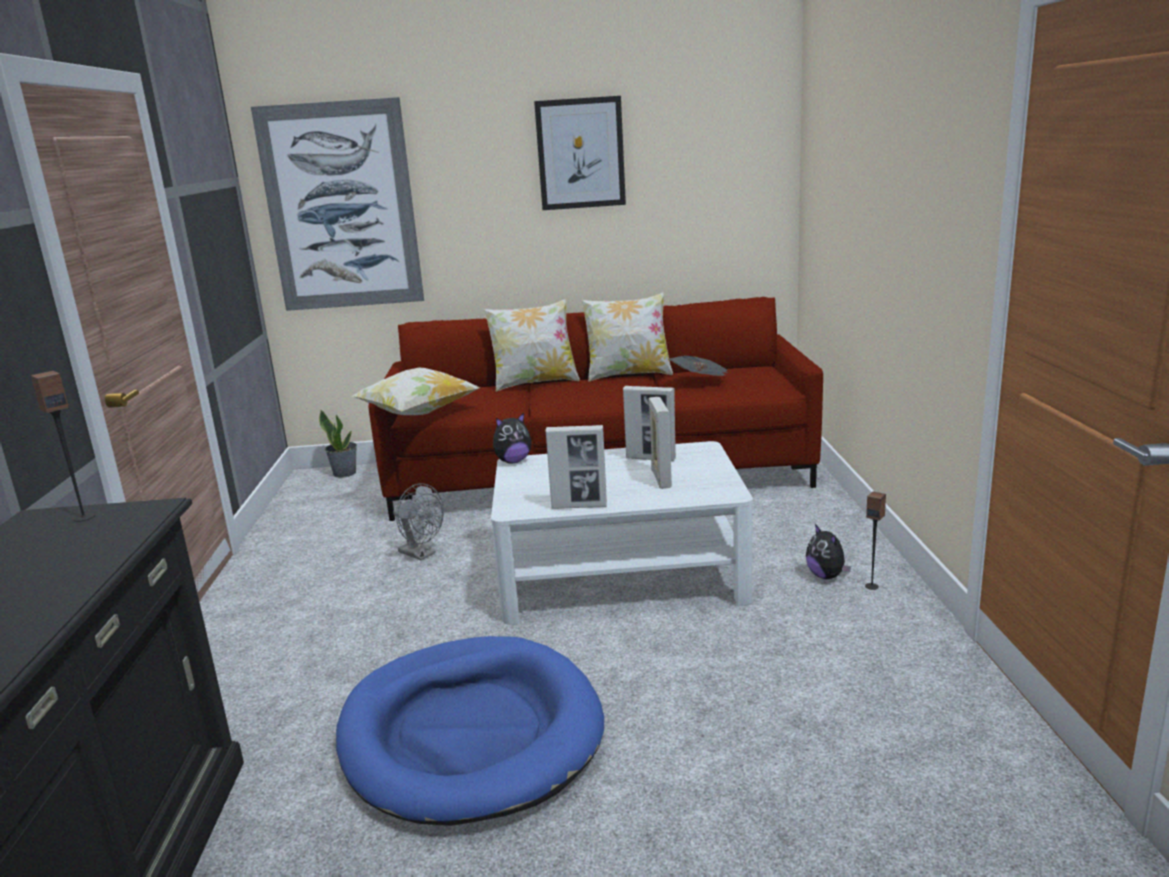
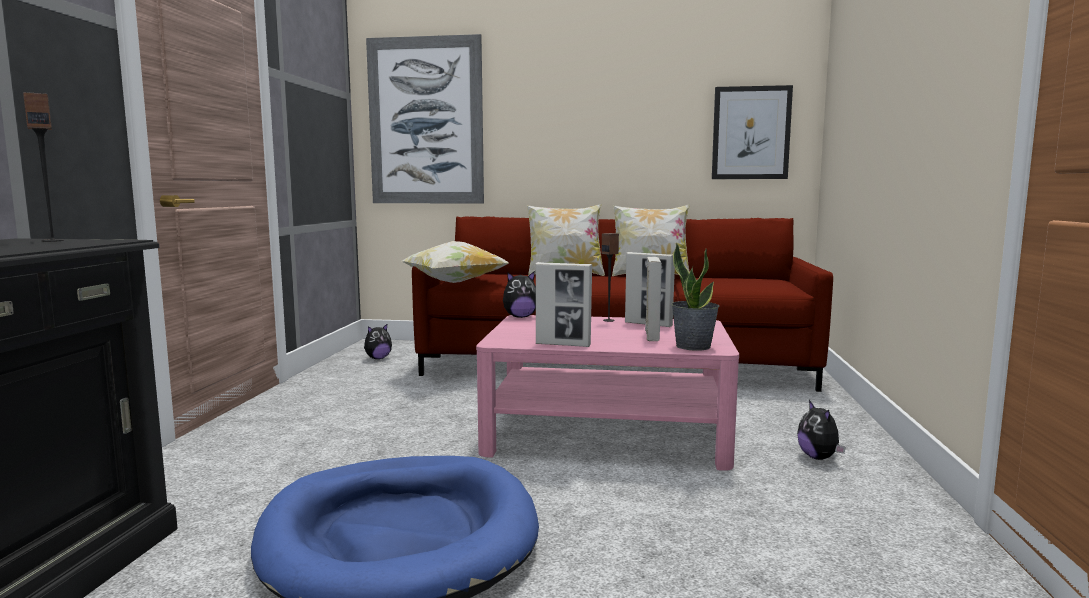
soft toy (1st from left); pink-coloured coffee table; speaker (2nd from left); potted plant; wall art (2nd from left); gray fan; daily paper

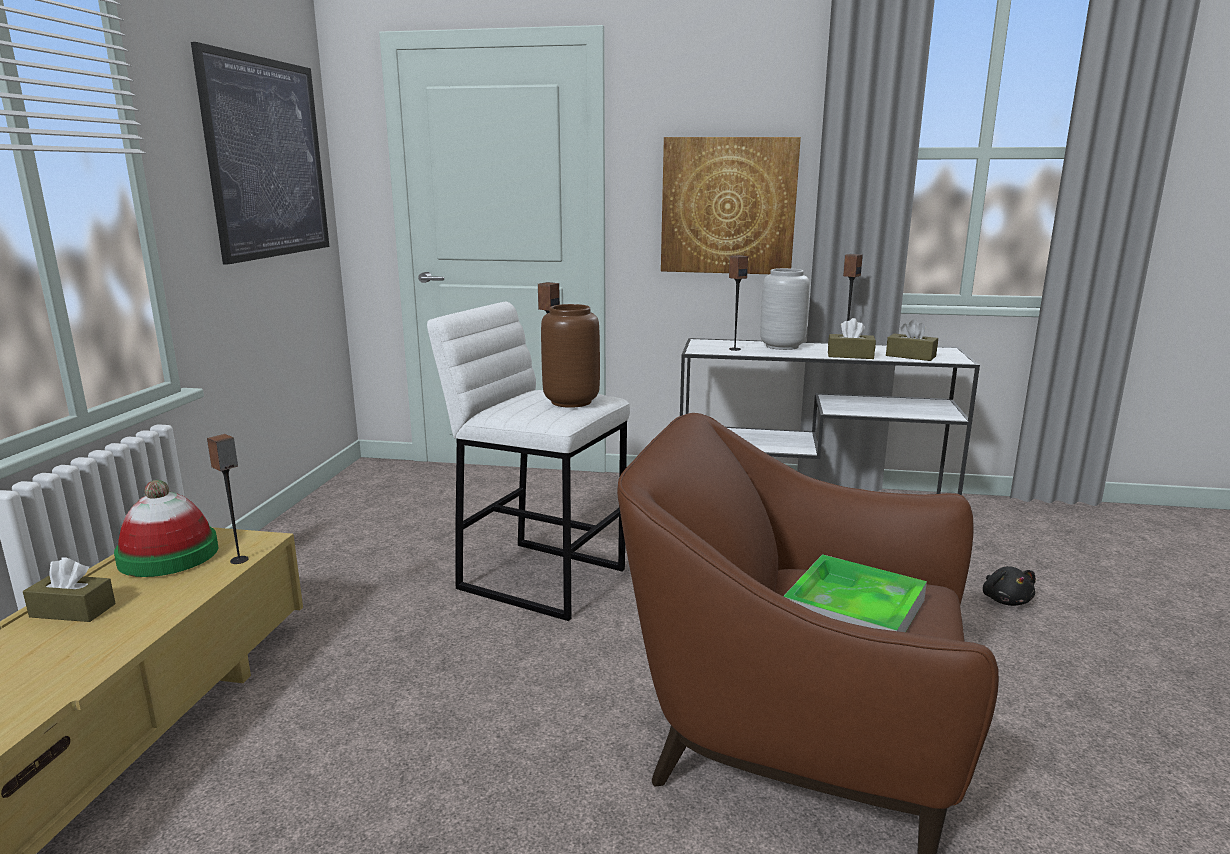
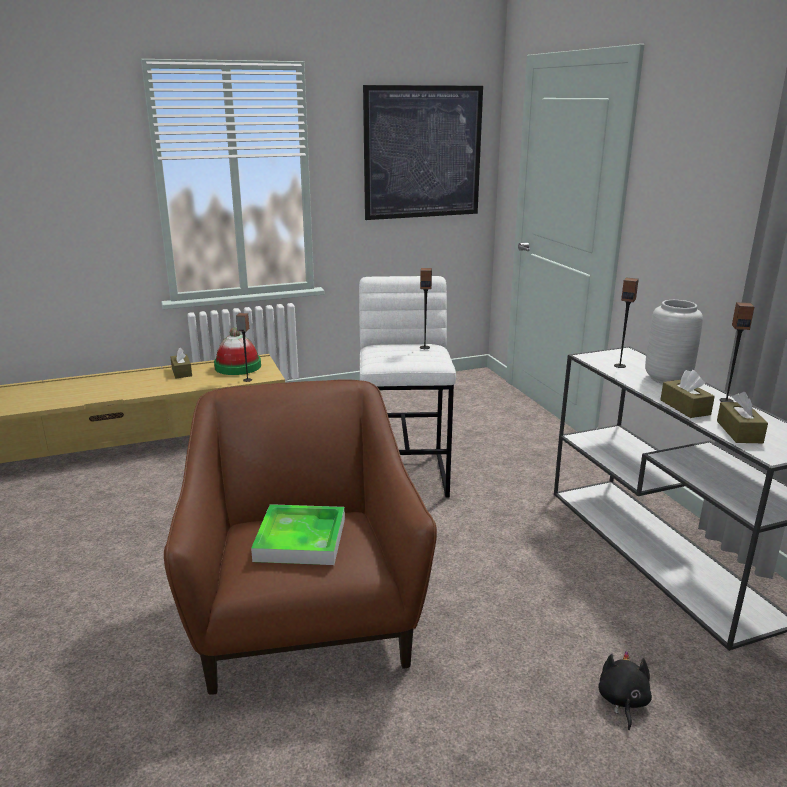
black-coloured soft toy; brown flower vase; wall art (2nd from left in the first image)

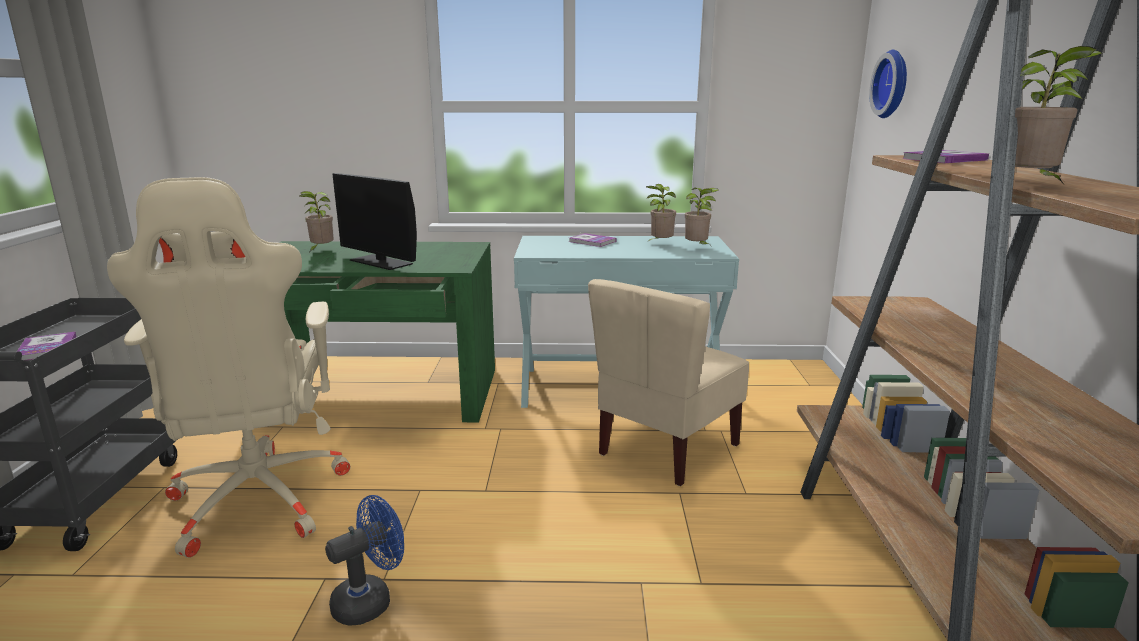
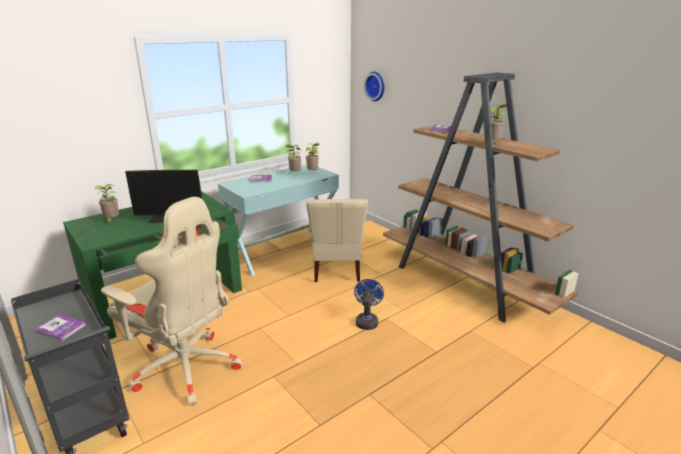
bluish fan

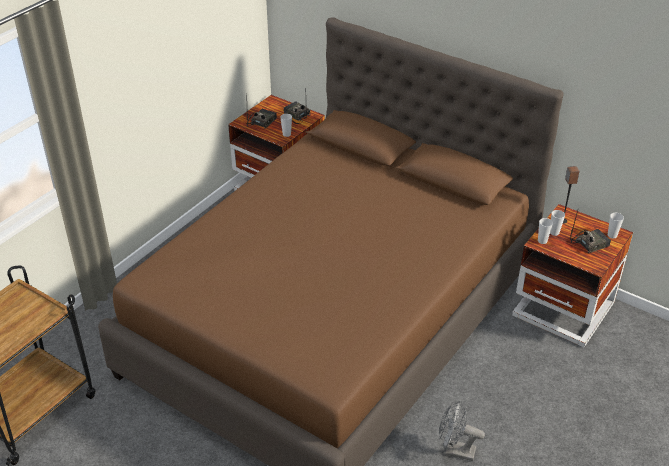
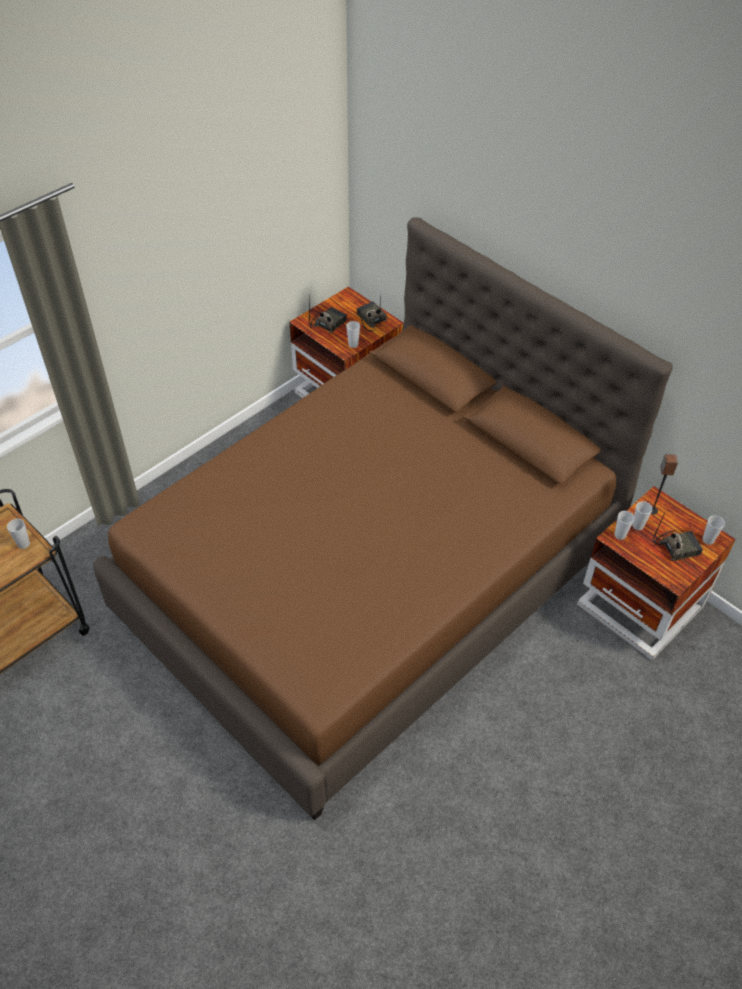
drinking cup (1st from left); gray fan

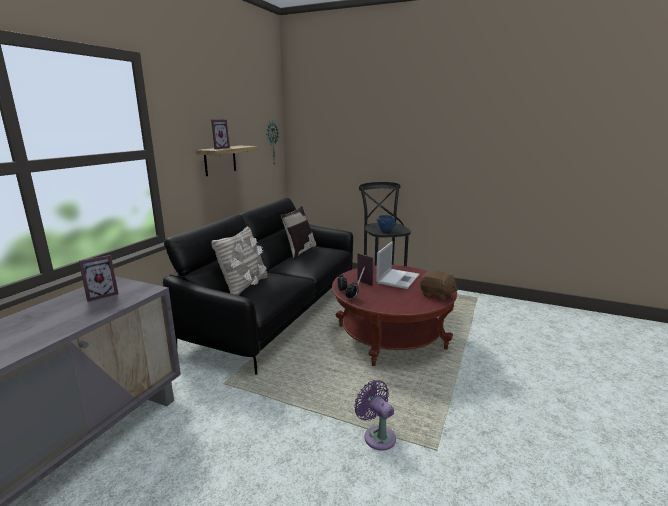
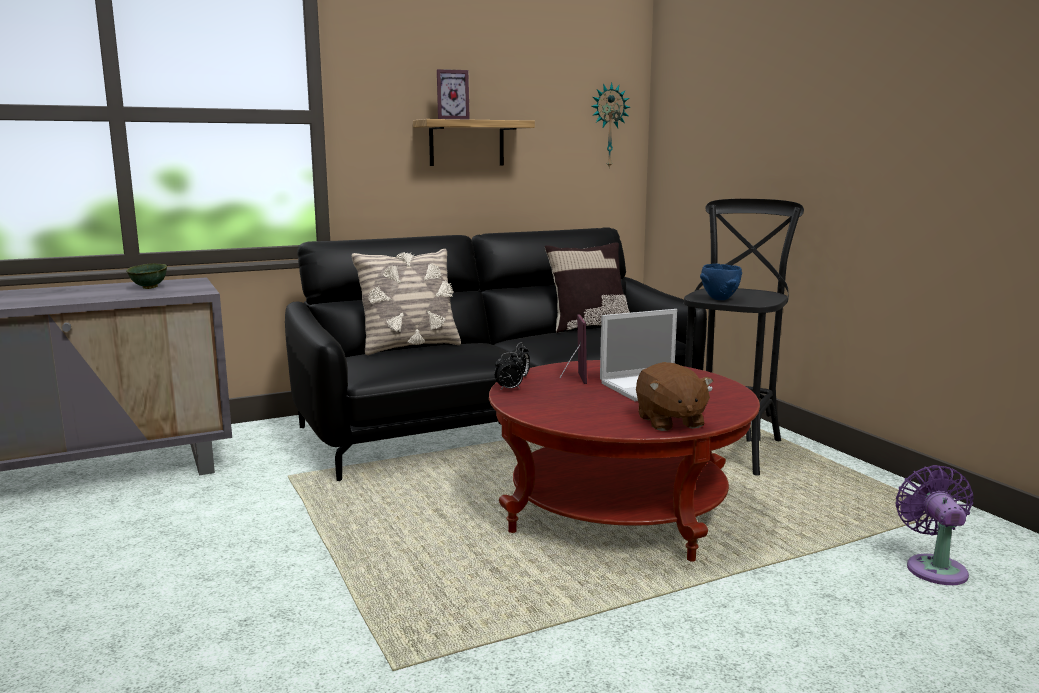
greenish deep dish; purple-coloured fan

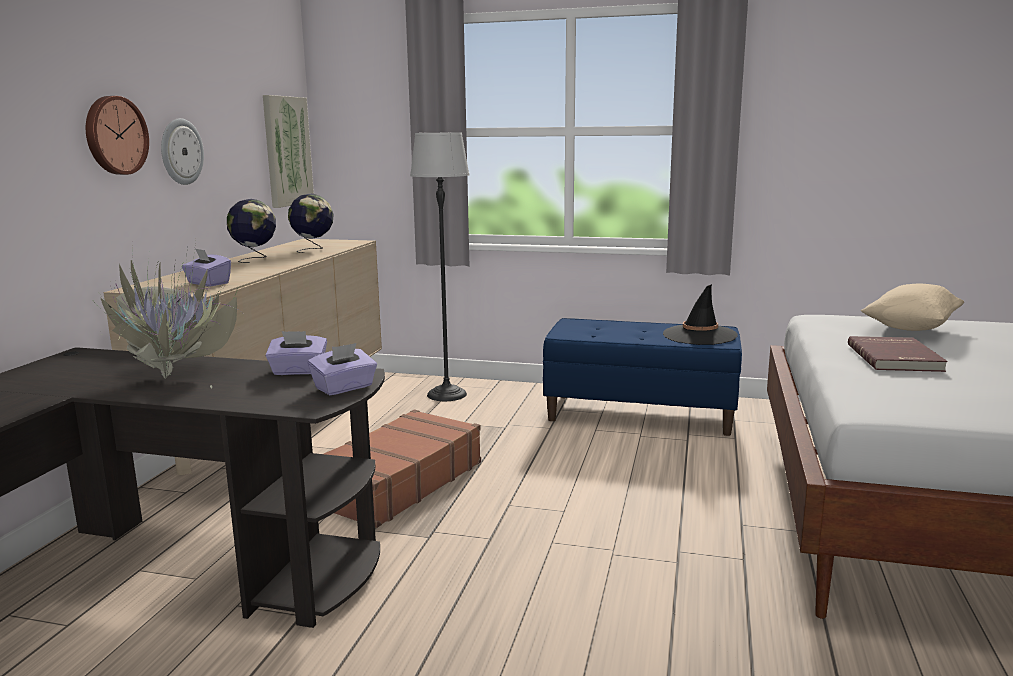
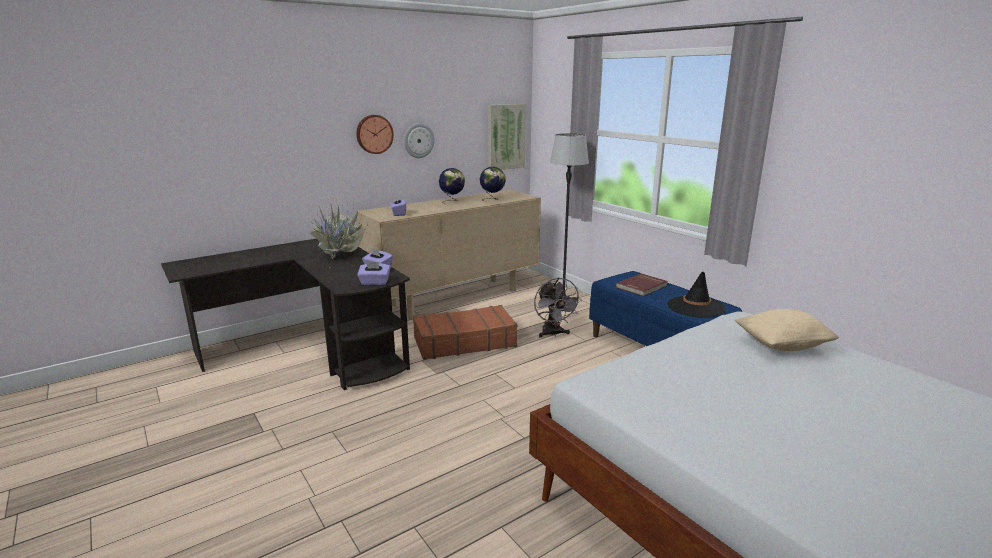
gray fan; red-coloured volume

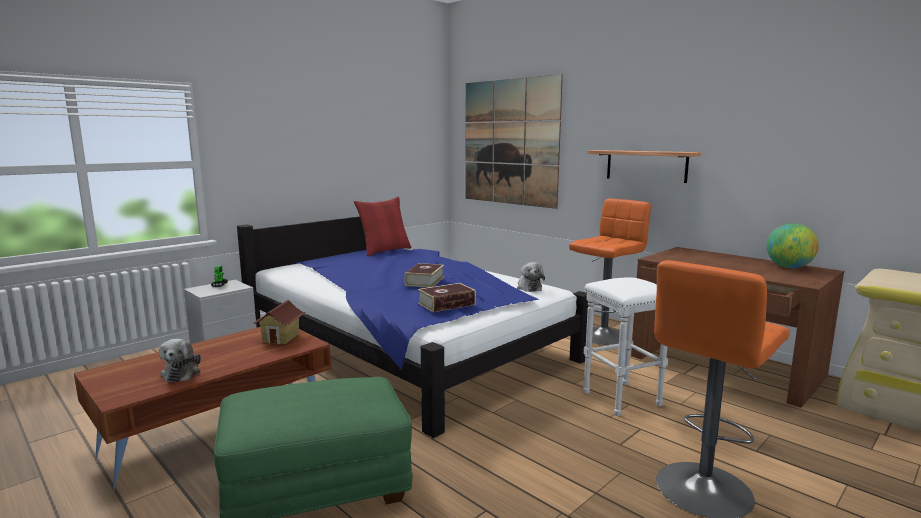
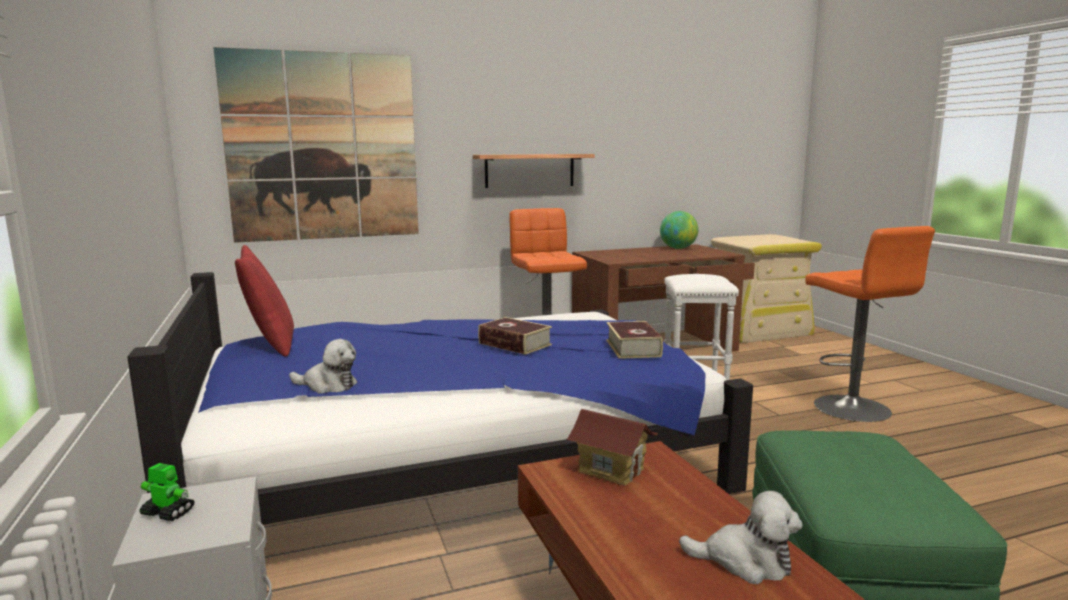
soft toy (1st from left)

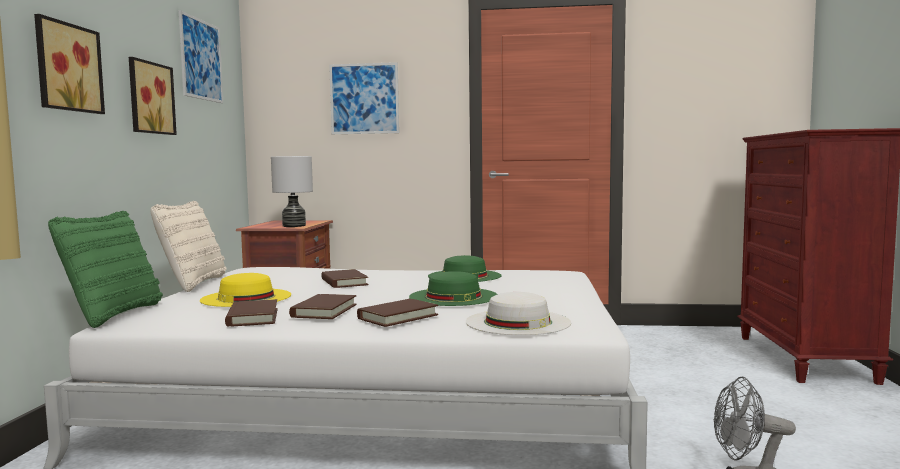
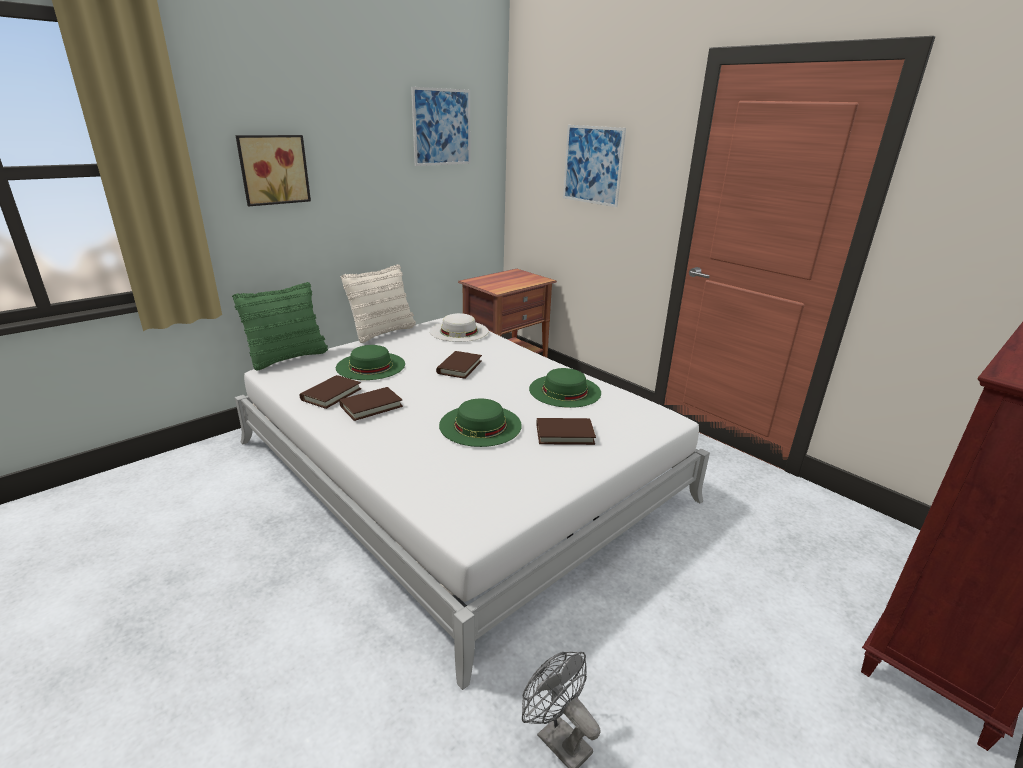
greenish wearable hat (1st from left); white wearable hat; brown volume (4th from left); wall art (2nd from left in the first image); gray lamp for a table

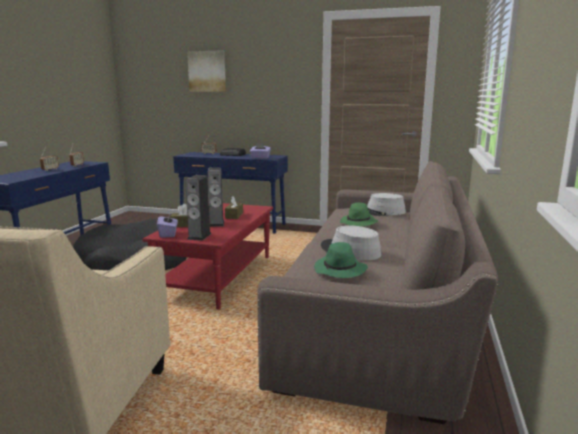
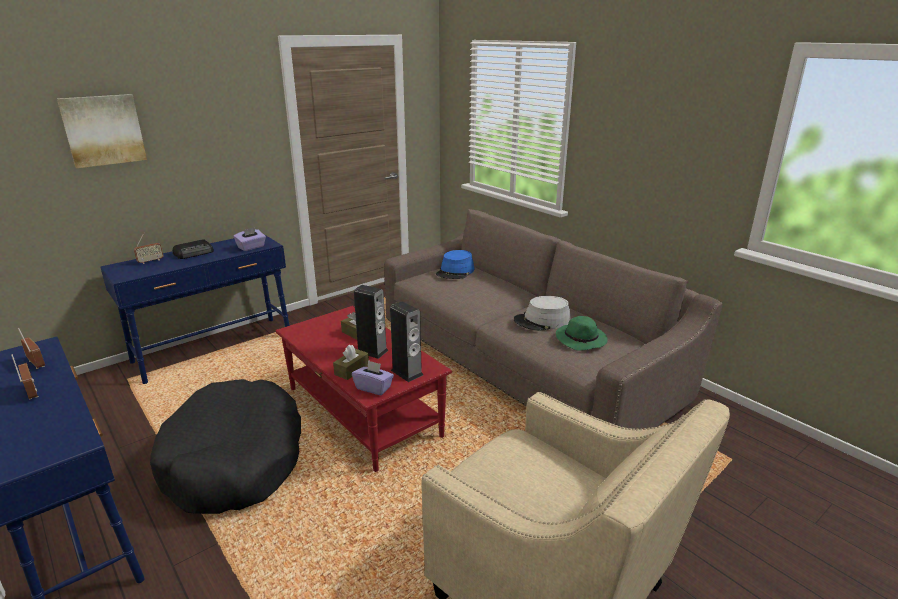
bluish wearable hat; greenish wearable hat (2nd from left in the first image)

